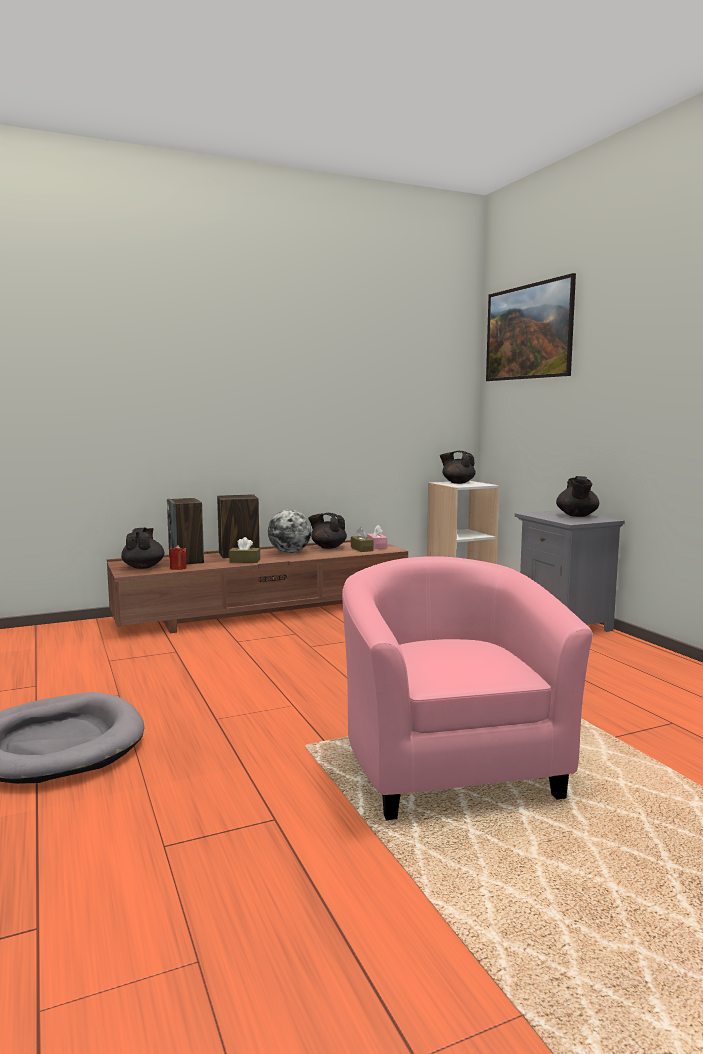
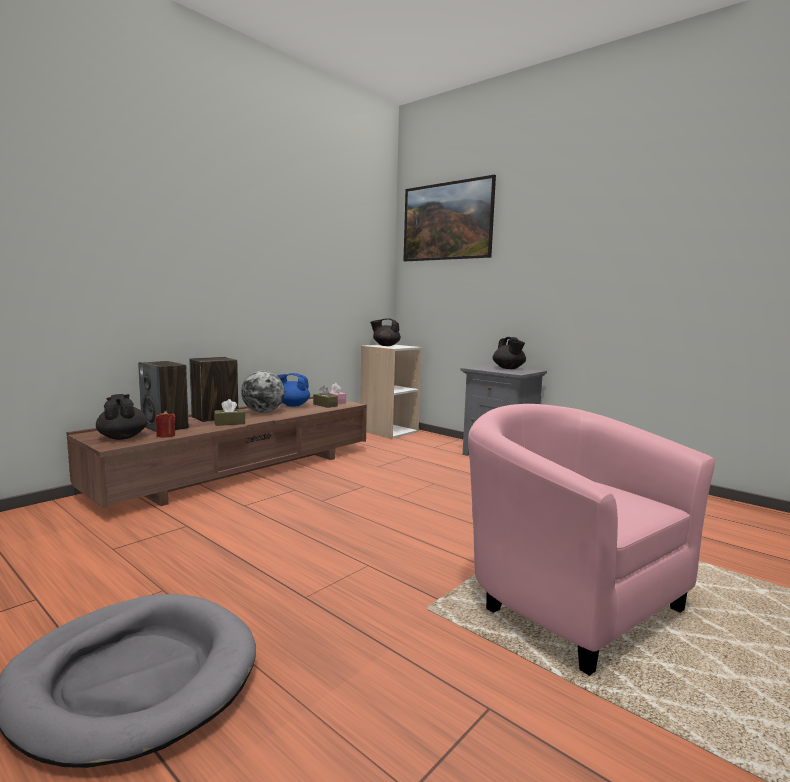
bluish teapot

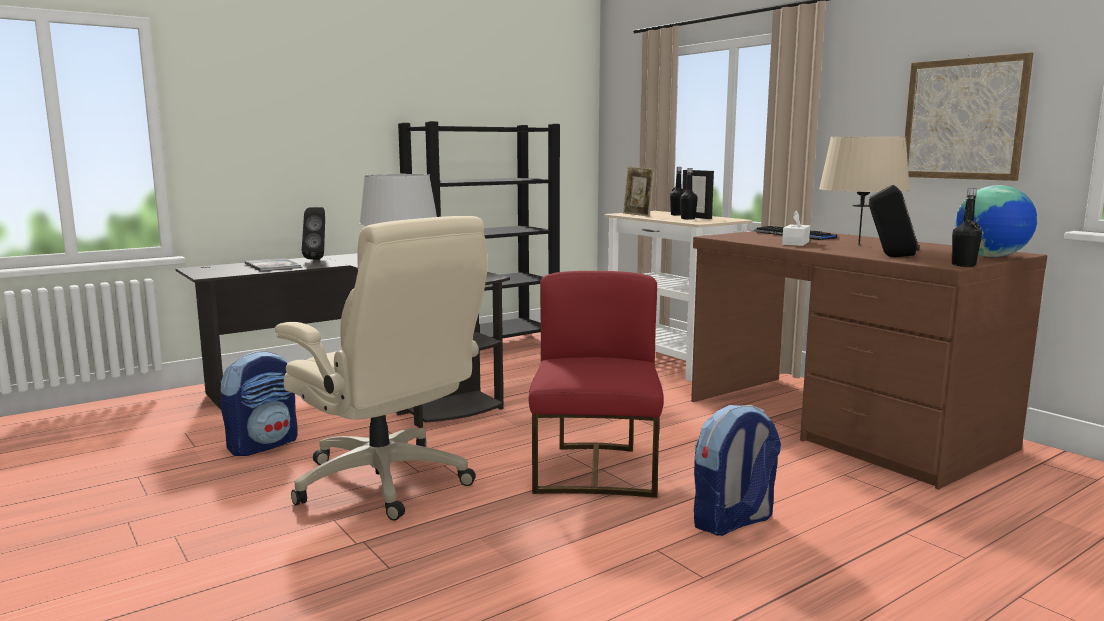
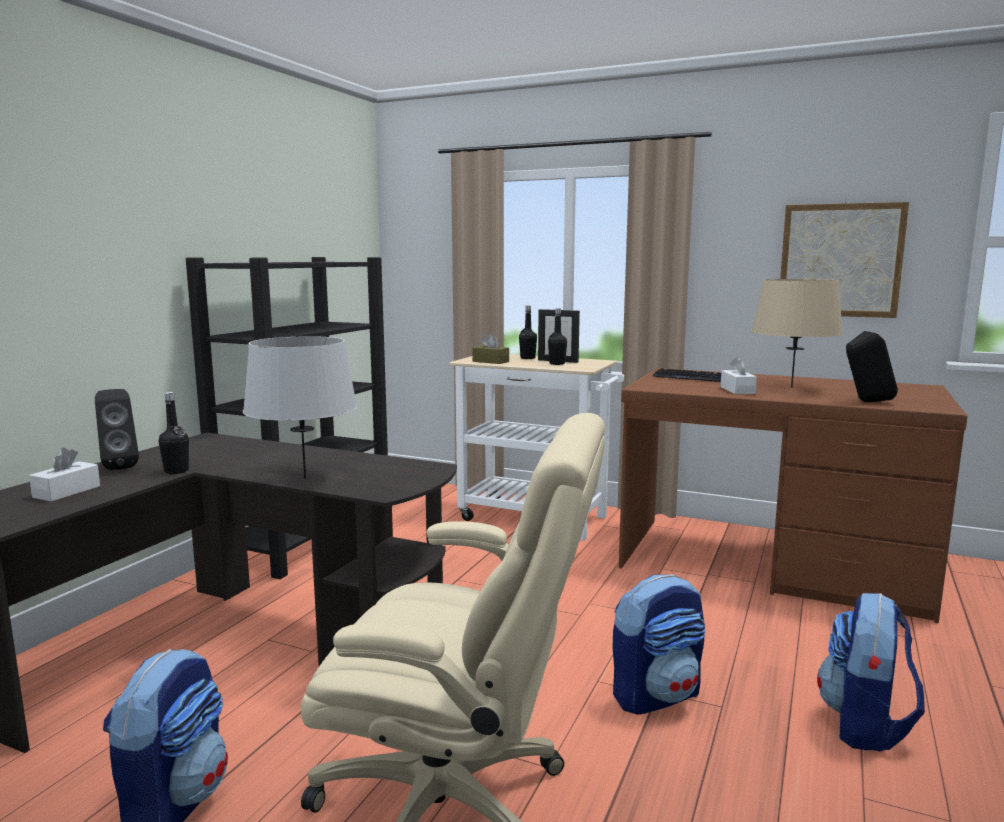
white tissue box (1st from left); black-coloured drink bottle (1st from left); brown tissue box; rucksack (2nd from left); desk globe

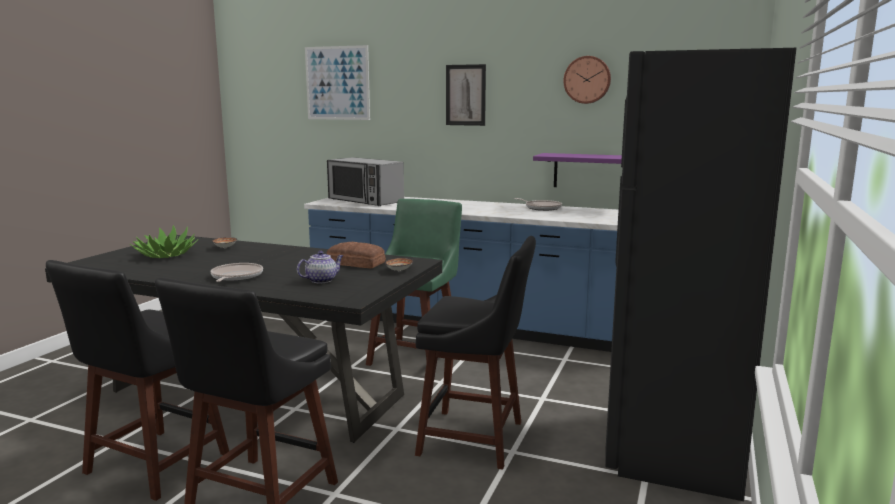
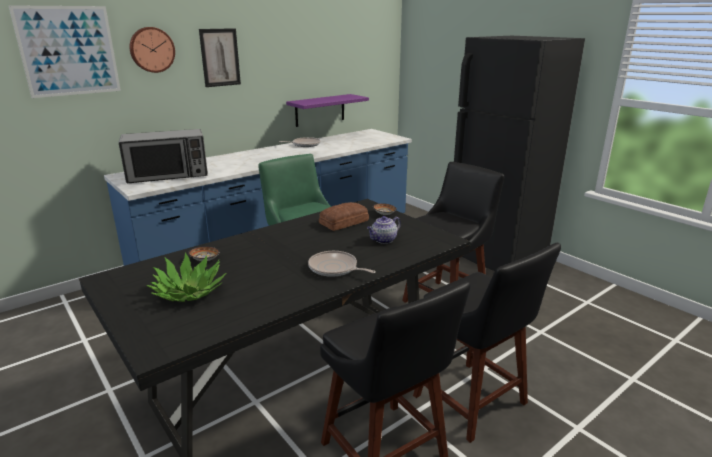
hanging clock; teapot

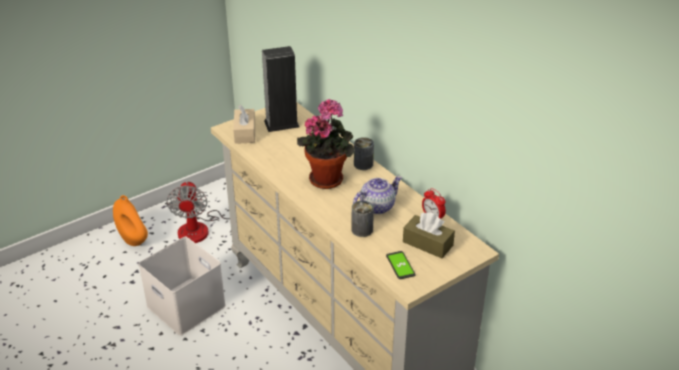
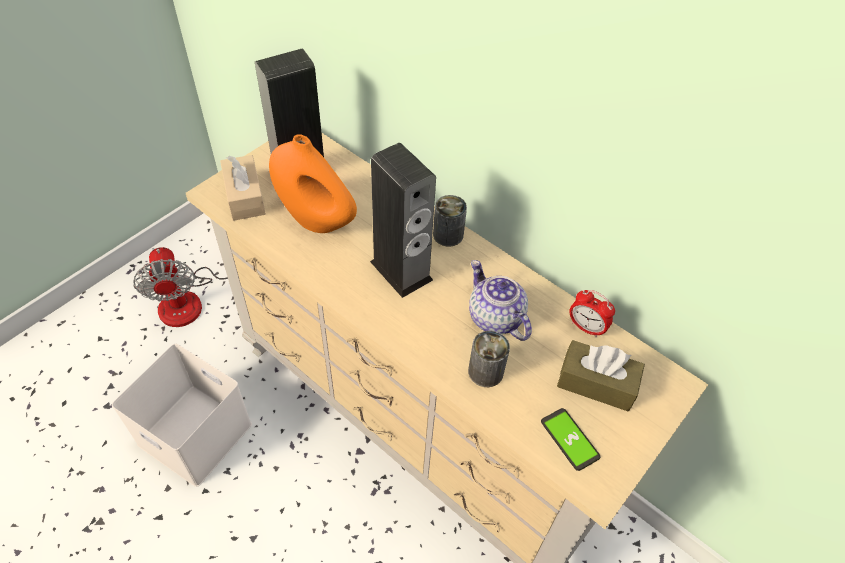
orange-coloured flower vase; speaker (2nd from left); teapot

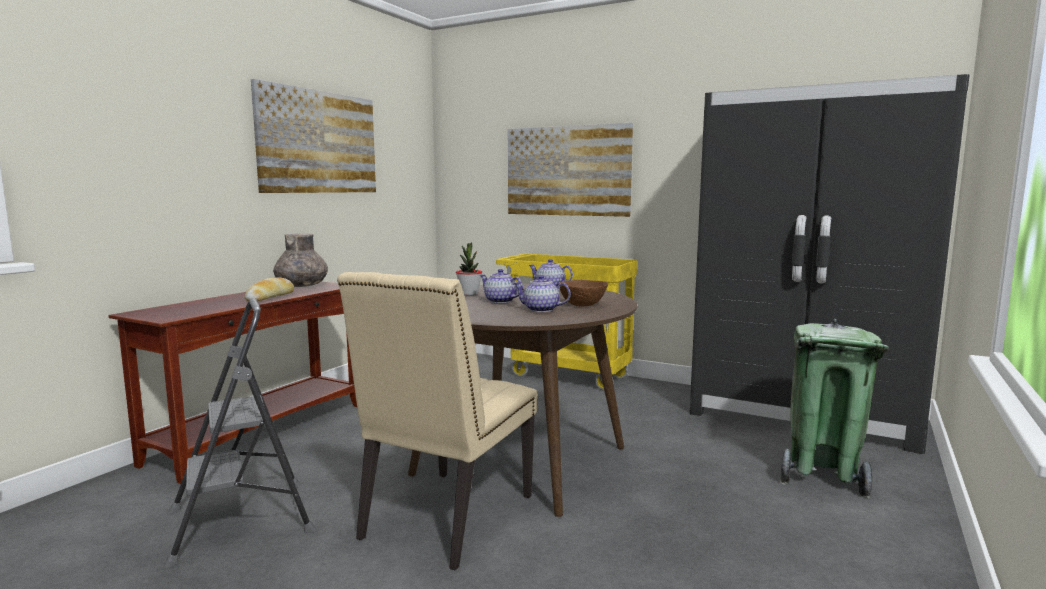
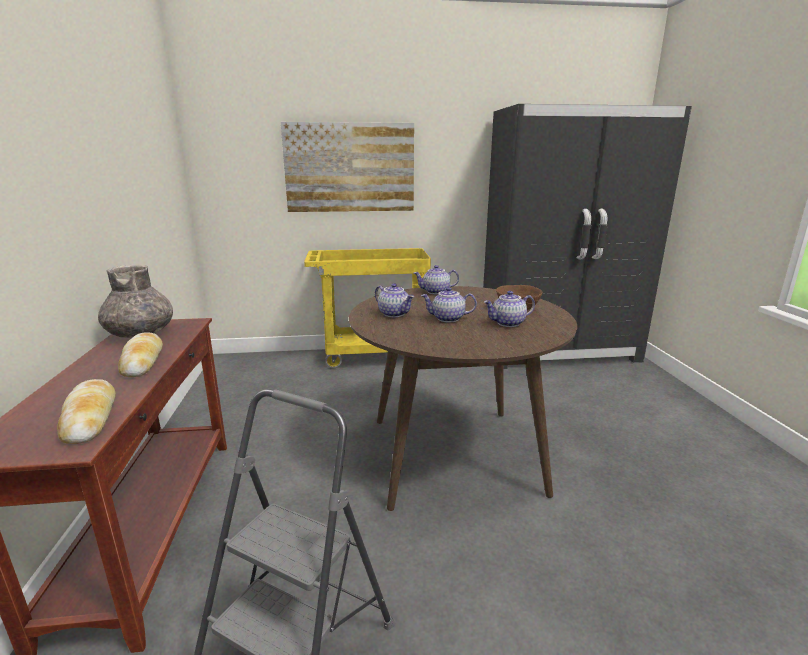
bakery bread (1st from left); teapot (1st from left); wall art (1st from left in the first image); beige-coloured chair; greenish rubbish bin

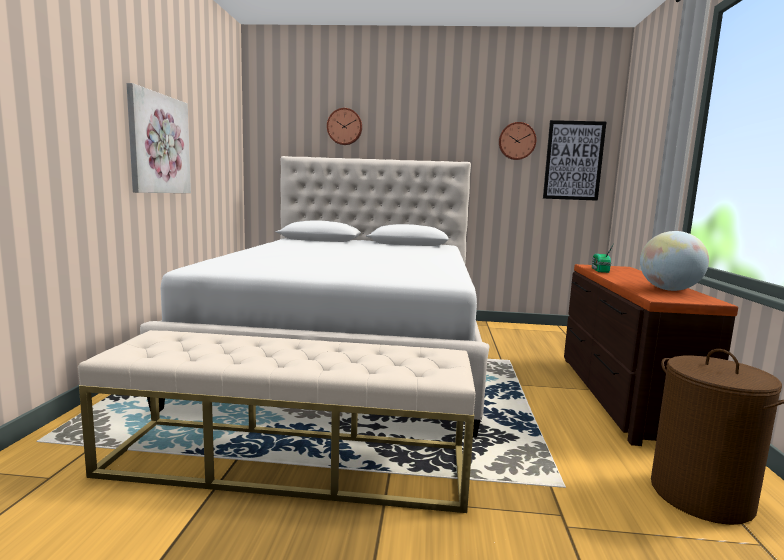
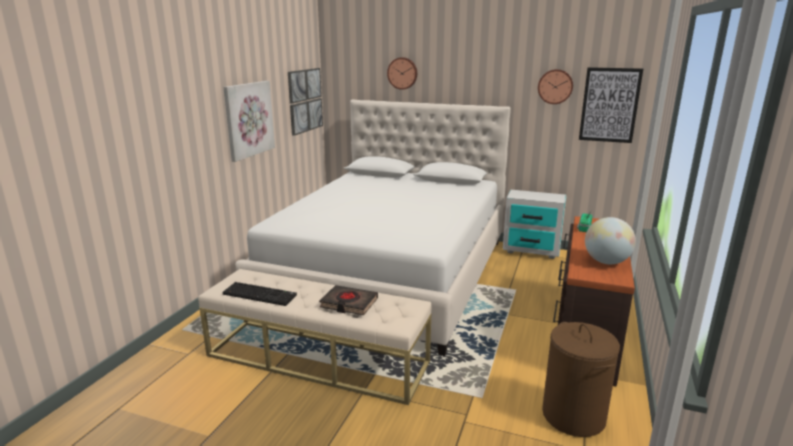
PC keyboard; wall art (2nd from left); black-coloured volume; white nightstand

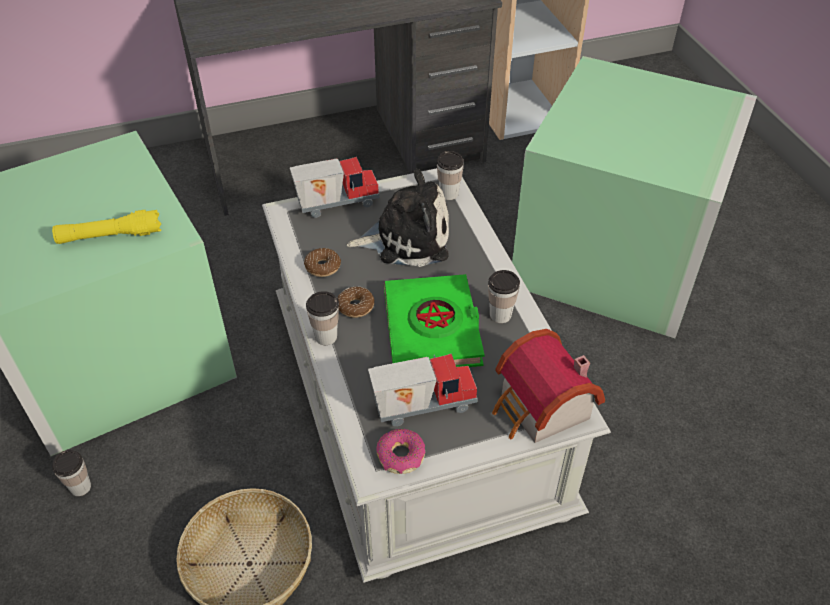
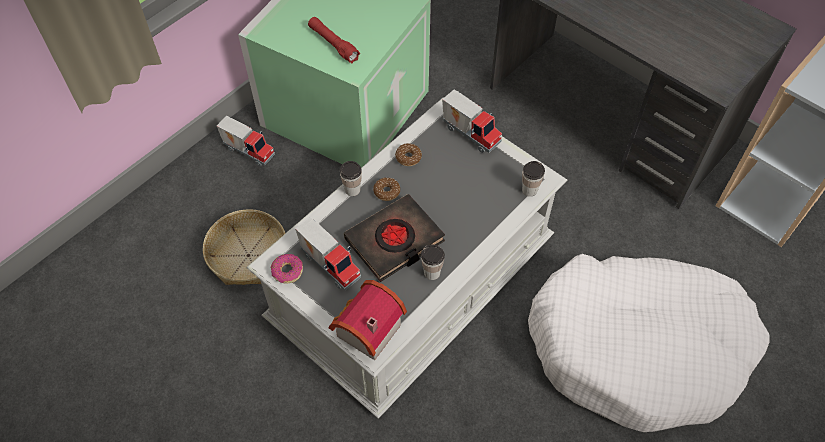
toy lorry (1st from left); red-coloured torch; black-coloured volume; white dog bed; soft toy

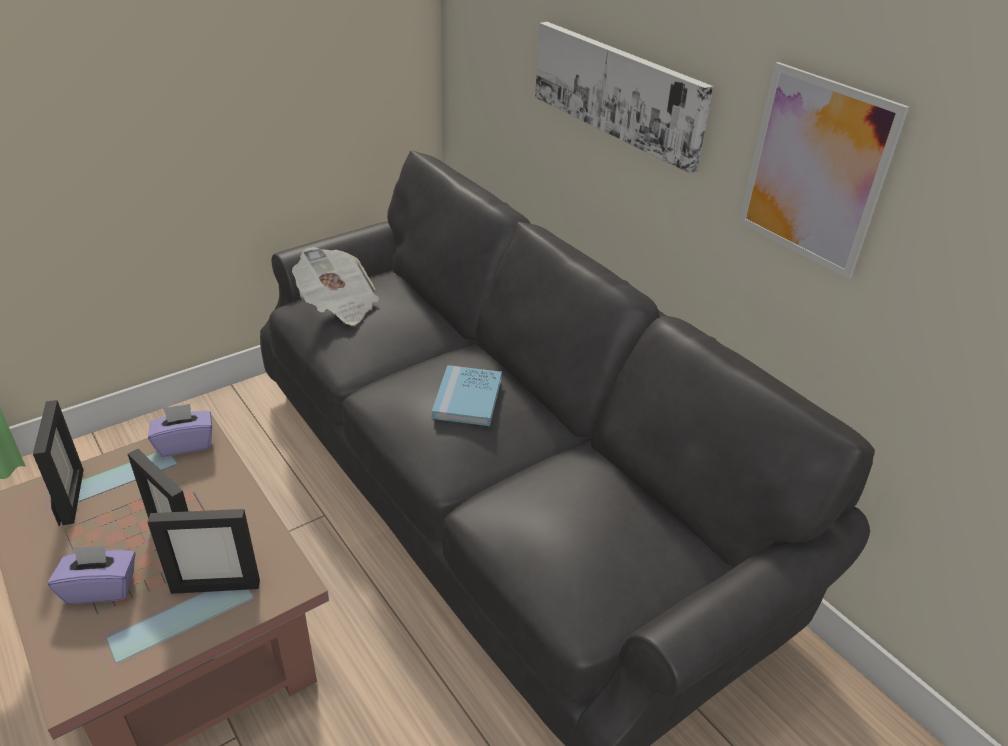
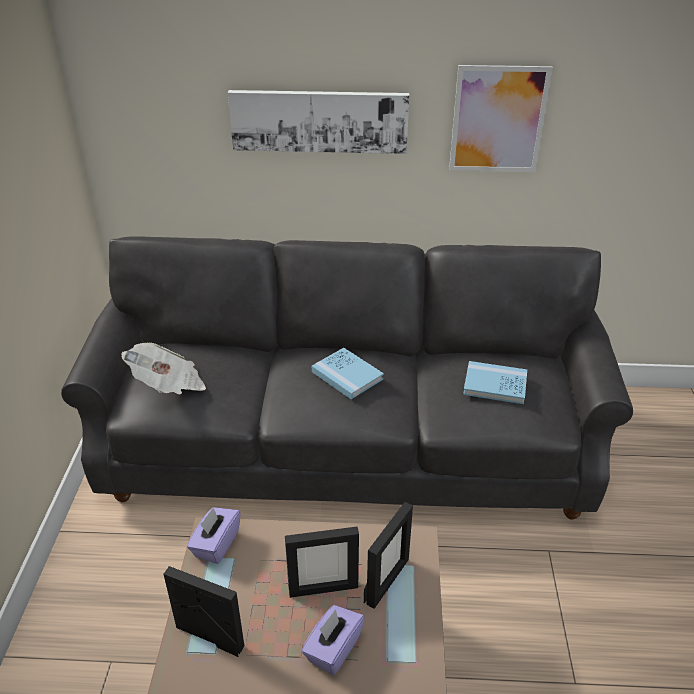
bluish volume (2nd from left)

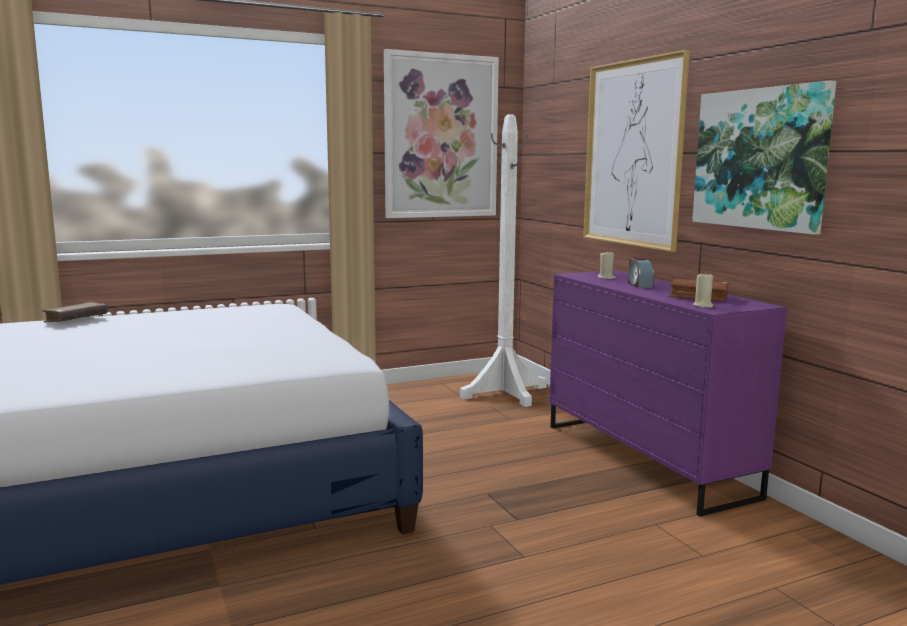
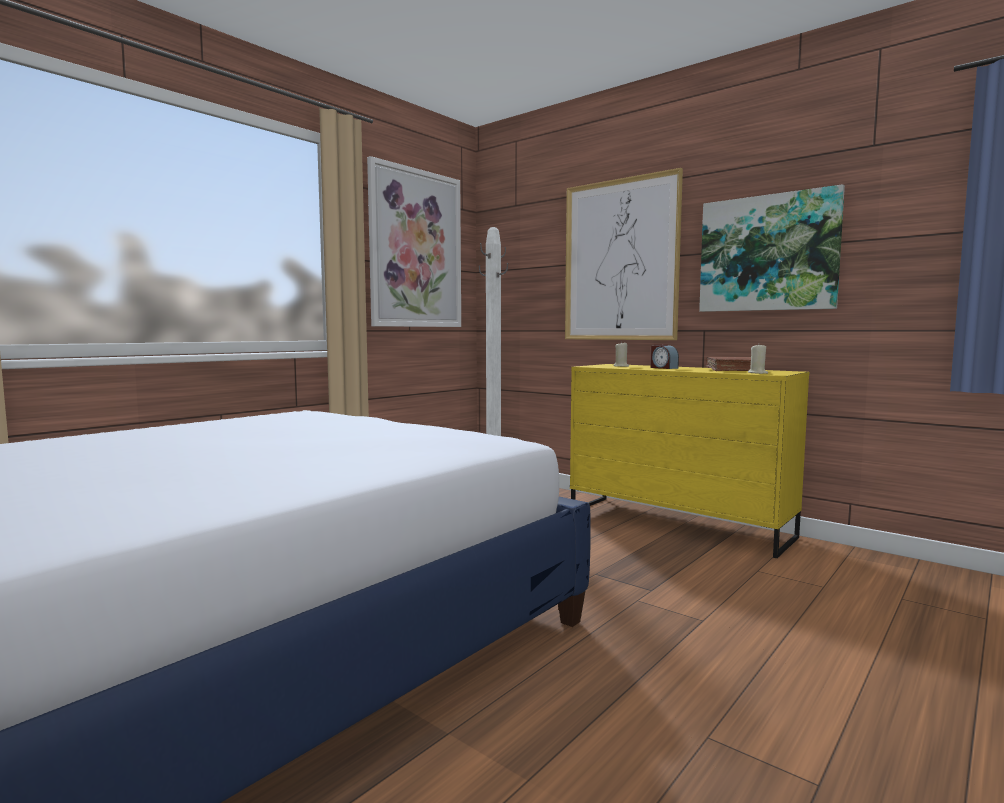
yellow-coloured dresser; brown volume (1st from left in the first image)

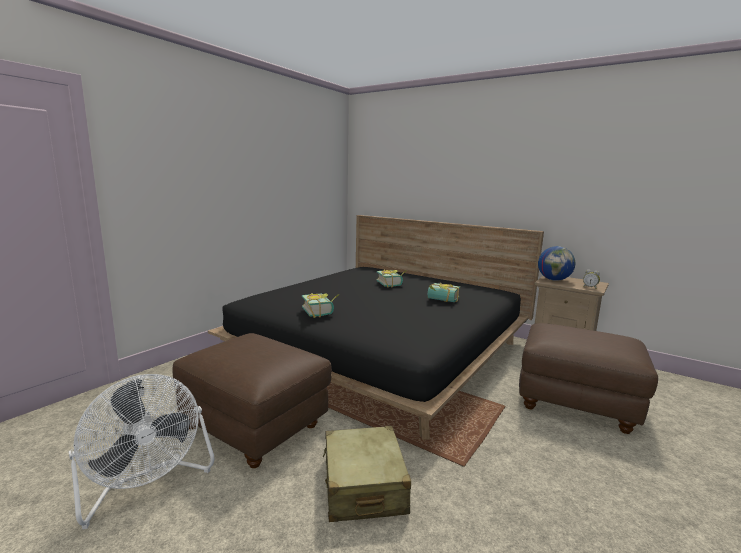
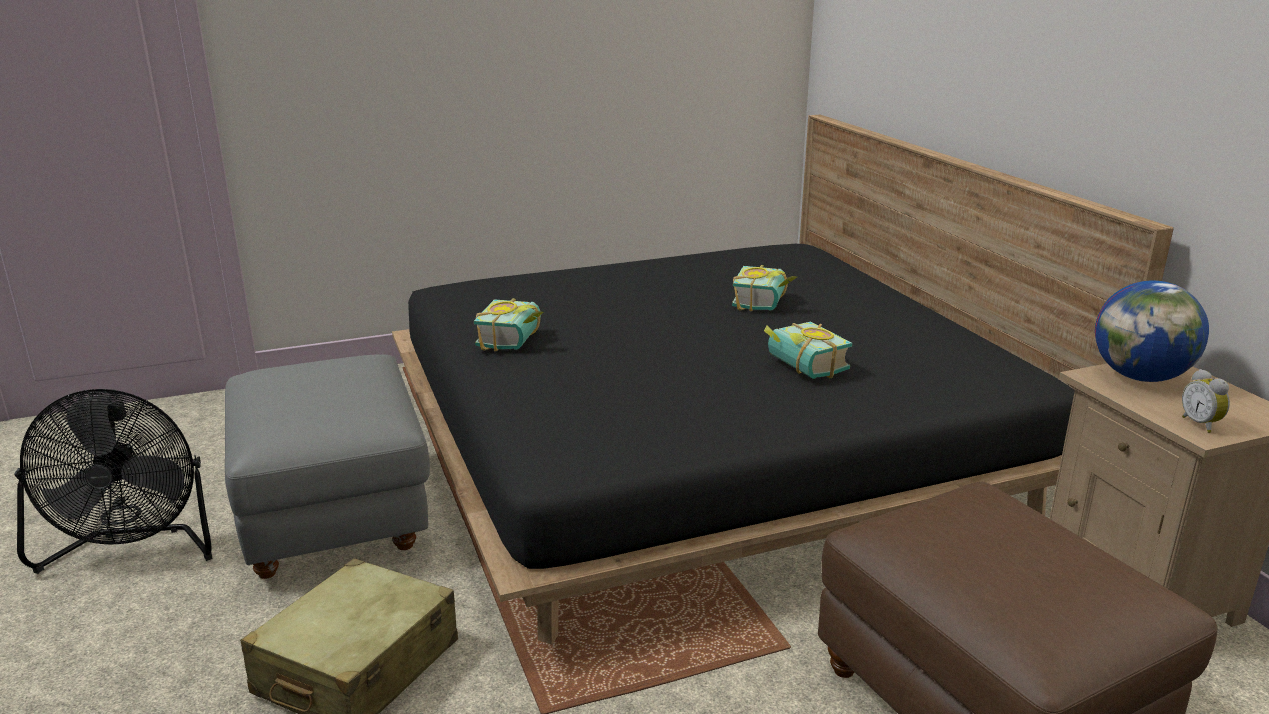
black-coloured fan; gray ottoman

